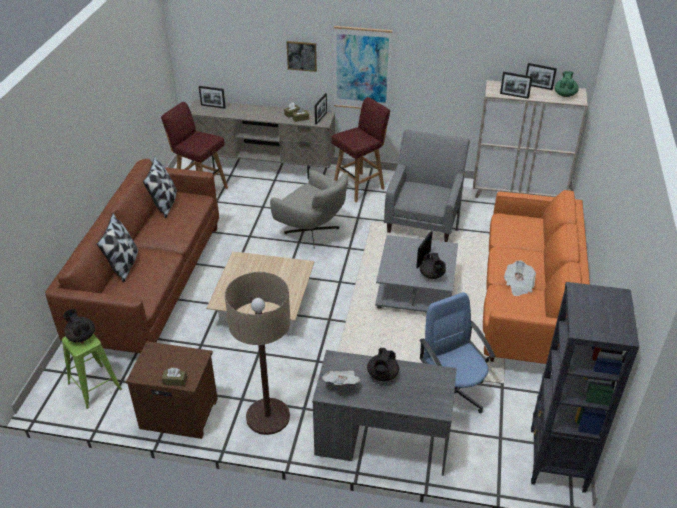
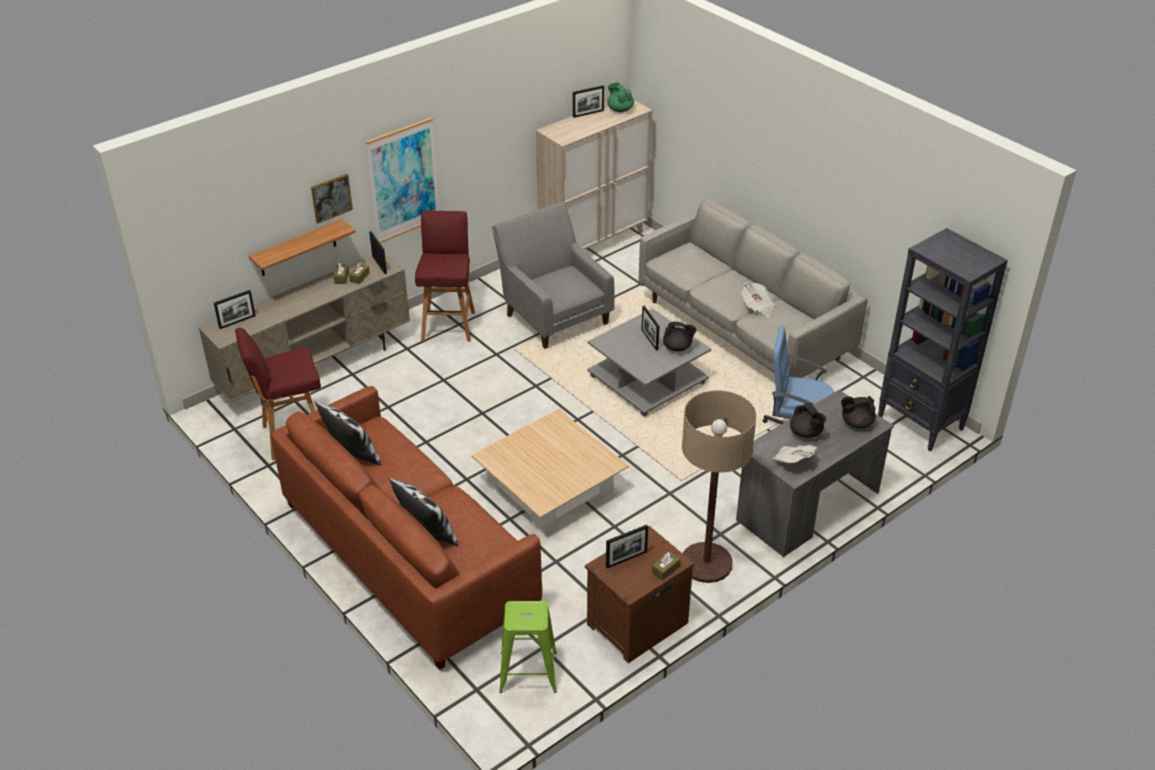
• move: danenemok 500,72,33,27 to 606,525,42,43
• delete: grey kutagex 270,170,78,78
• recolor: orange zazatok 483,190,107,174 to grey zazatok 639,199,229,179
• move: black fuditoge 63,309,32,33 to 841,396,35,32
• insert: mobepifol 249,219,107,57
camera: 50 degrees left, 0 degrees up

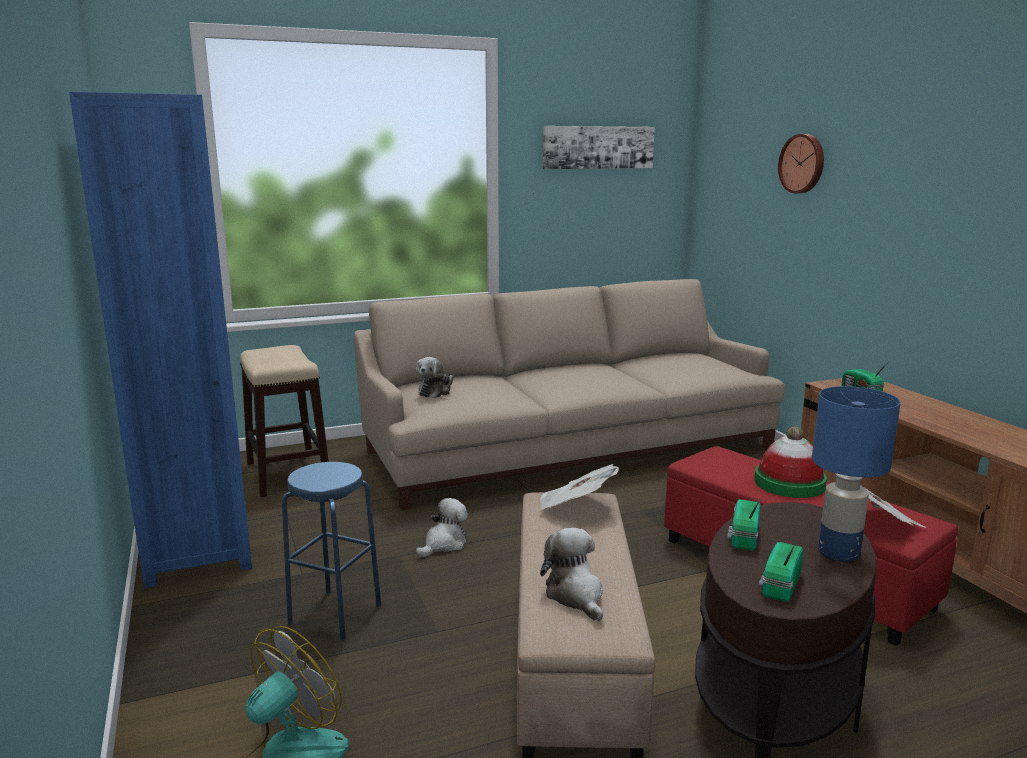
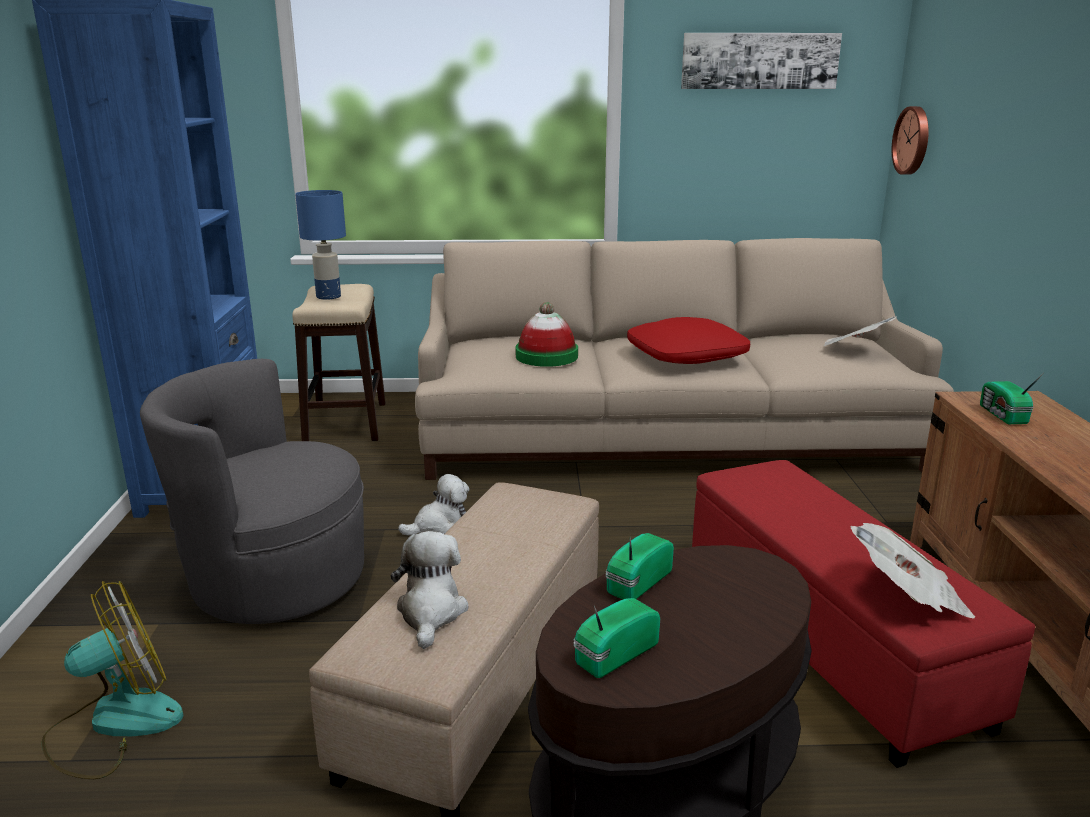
• move: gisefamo 778,134,46,60 to 892,106,37,69
• delete: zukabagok 416,357,38,41
• move: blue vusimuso 812,386,89,176 to 295,190,51,110
• move: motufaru 754,426,73,72 to 516,302,62,65
• replace: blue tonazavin 282,462,99,179 to grey kutagex 140,359,224,265
• move: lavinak 540,464,79,46 to 824,316,72,30
• insert: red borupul 627,317,123,47
camera: 20 degrees right, 5 degrees up

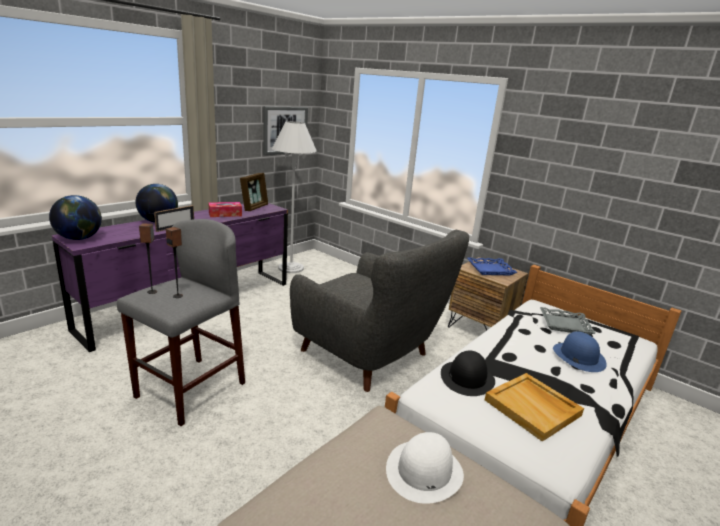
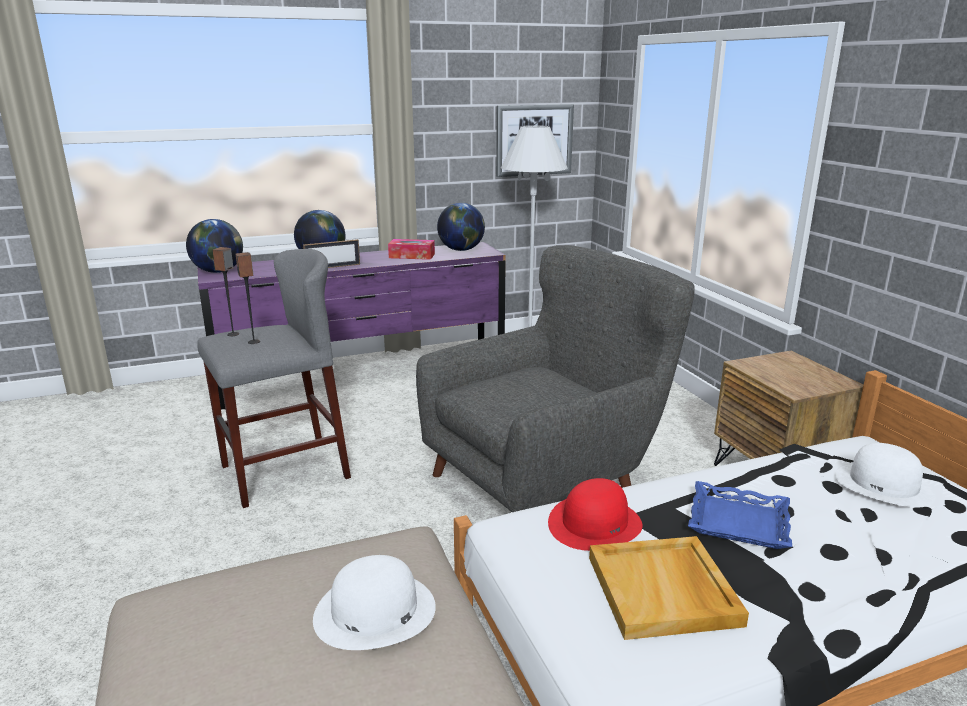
• replace: danenemok 240,173,28,38 to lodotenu 437,203,48,48
• rotate: grey kutagex 290,230,179,162 = 416,245,279,267 105 degrees counterclockwise
• move: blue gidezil 467,258,51,17 to 688,481,104,68
• replace: grey gidezil 540,307,56,28 to white motufaru 835,443,100,64
• delete: blue motufaru 553,331,54,41
• recolor: black motufaru 441,351,54,45 to red motufaru 548,478,95,73
camera: 30 degrees right, 0 degrees up

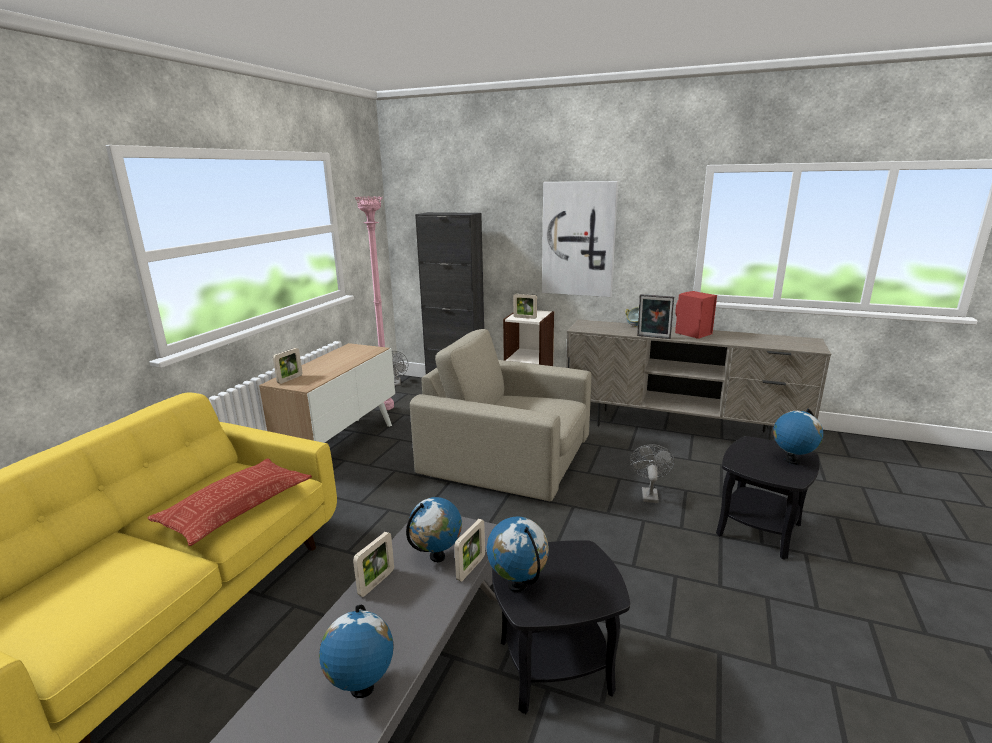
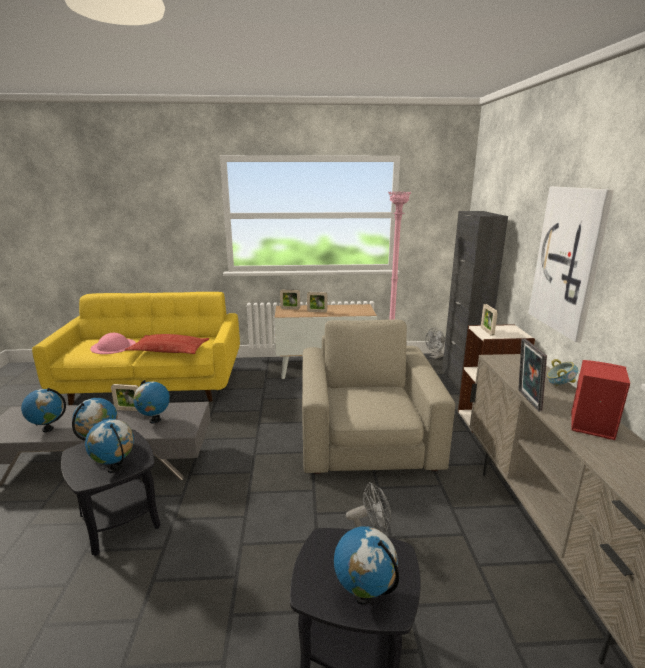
• move: danenemok 454,519,31,63 to 307,292,20,20
• insert: pink motufaru 90,333,46,21
• insert: lodotenu 85,419,49,54
camera: 65 degrees right, 0 degrees up

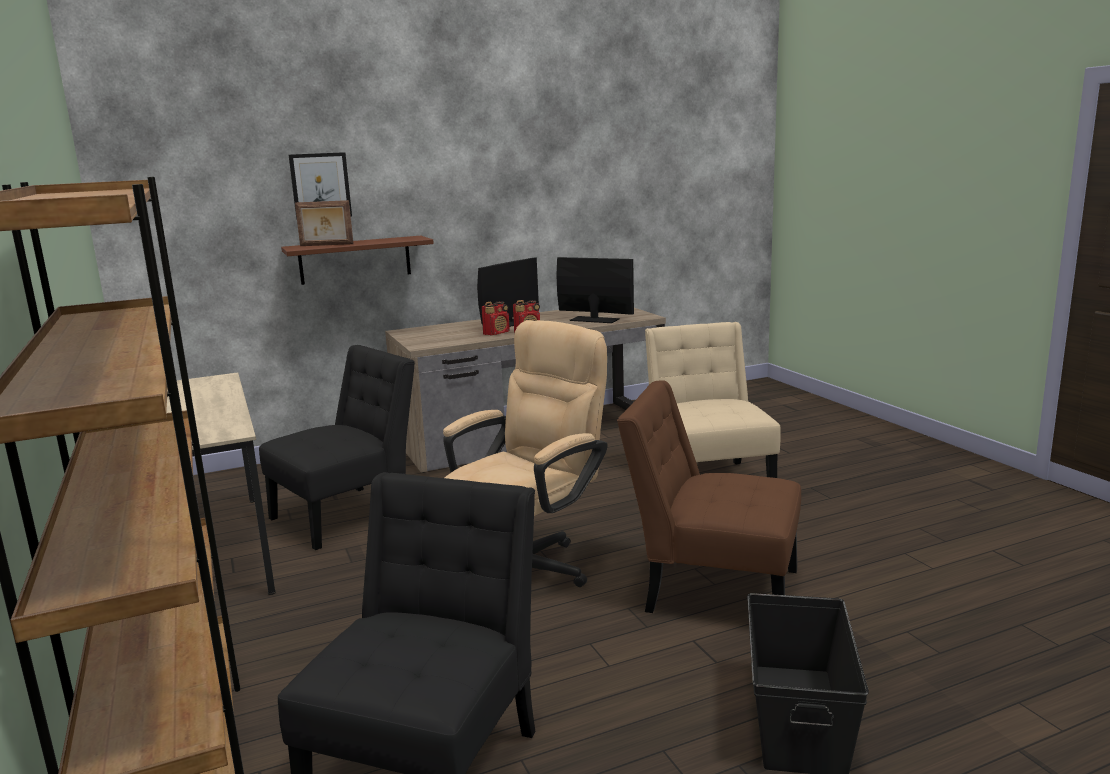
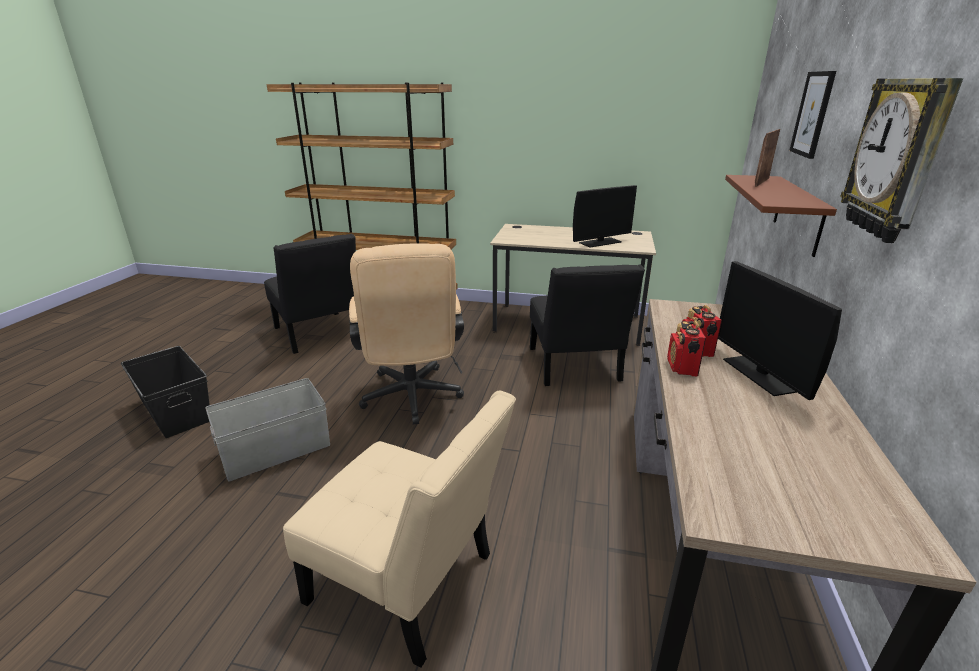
• move: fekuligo 556,257,78,66 to 573,185,64,63
• replace: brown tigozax 617,380,184,233 to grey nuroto 205,378,125,104
• insert: gisefamo 840,78,123,165
camera: 125 degrees right, 10 degrees up

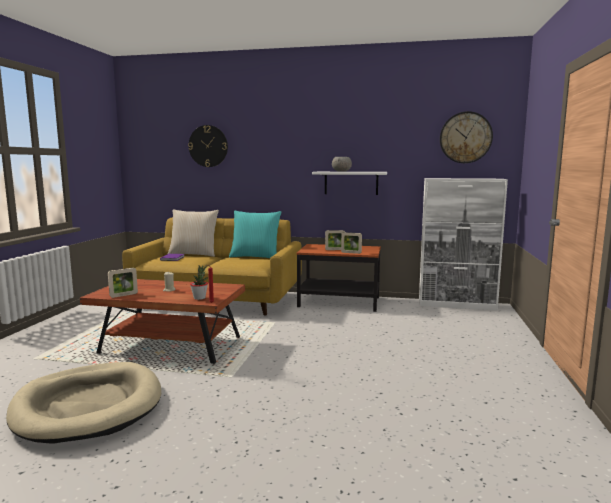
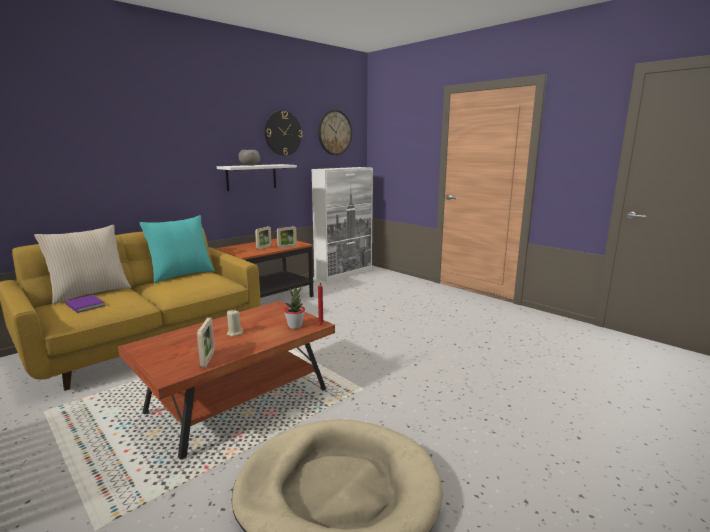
• move: gisefamo 188,125,40,42 to 265,111,37,45
camera: 55 degrees left, 5 degrees up

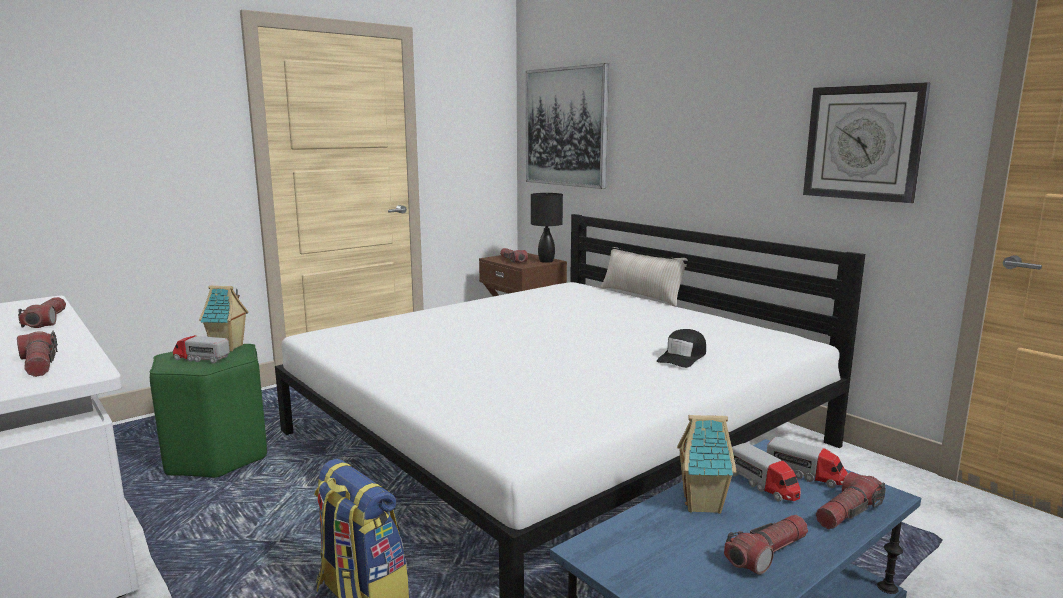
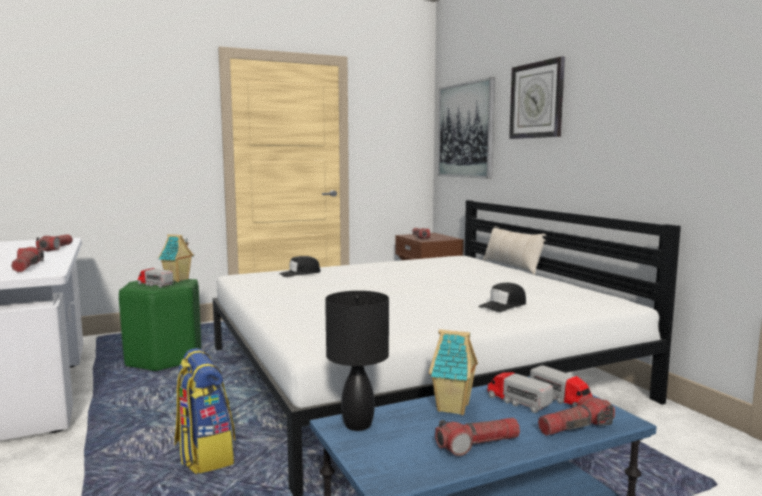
• move: gisefamo 803,82,127,121 to 509,57,56,82
• move: black vusimuso 531,193,32,70 to 325,291,64,140
• rotate: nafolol 732,443,69,59 = 487,372,66,41 150 degrees clockwise
• insert: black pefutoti 279,256,42,21
camera: 15 degrees right, 5 degrees down

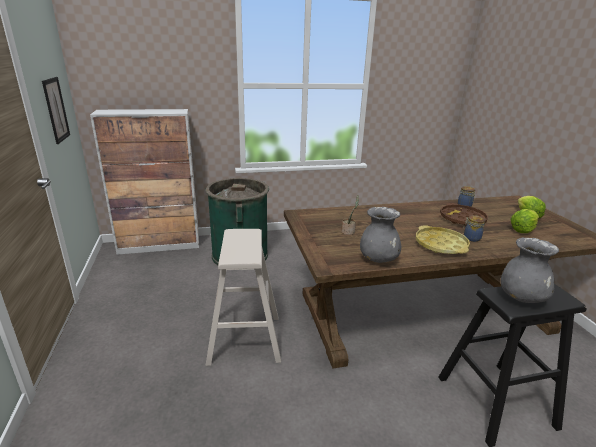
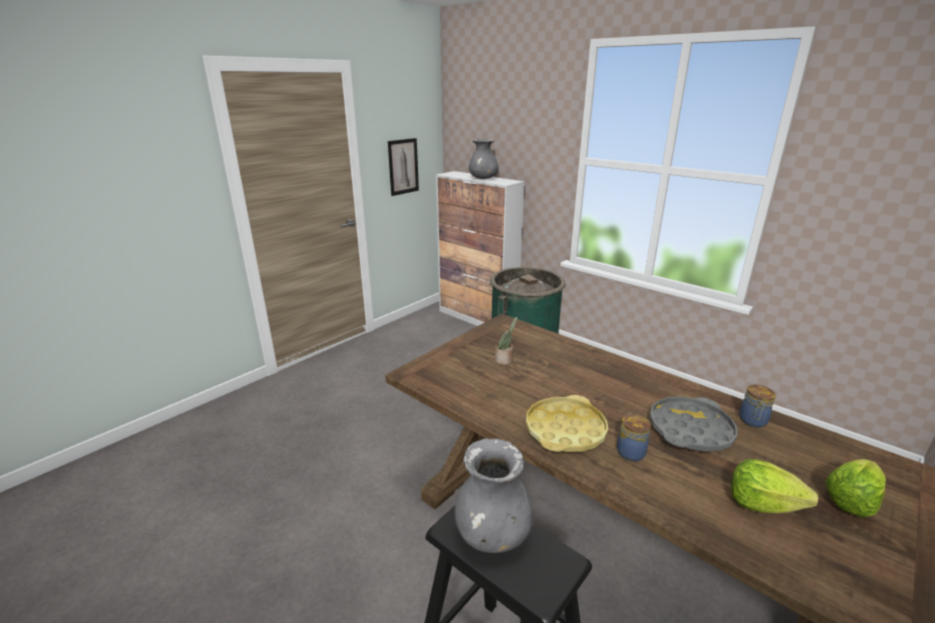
• recolor: brown gidezil 440,203,48,23 to grey gidezil 650,396,88,56
• move: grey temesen 360,207,41,56 to 469,139,29,40
• delete: beige tonazavin 205,229,76,137
camera: 55 degrees right, 0 degrees up

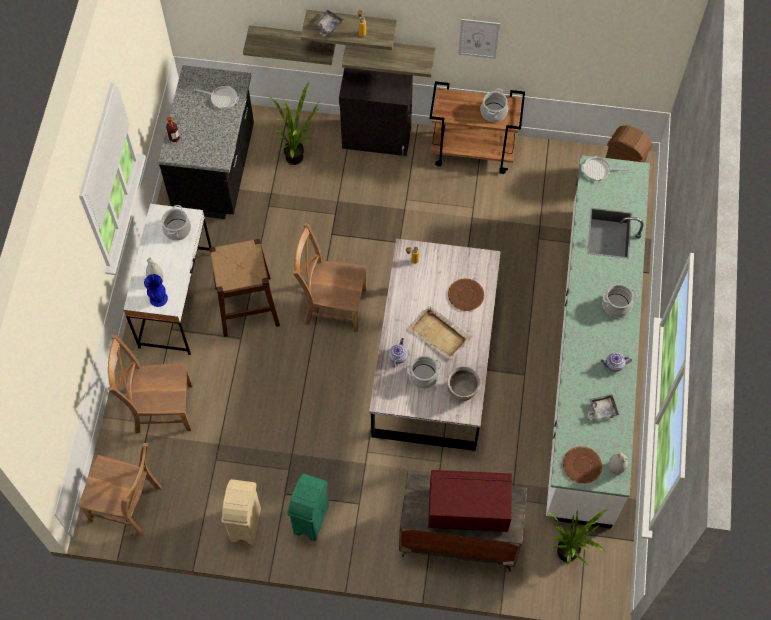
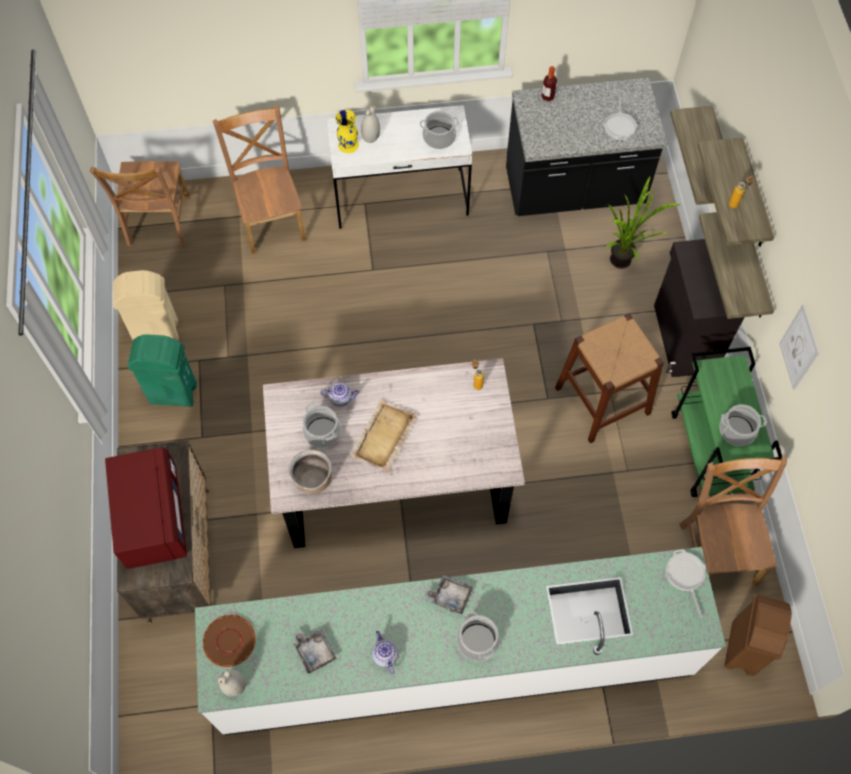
• move: grey gidezil 314,9,30,28 to 424,575,49,39
• recolor: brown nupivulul 430,81,95,93 to green nupivulul 672,347,110,150
• move: brown tigozax 293,223,73,109 to 679,456,108,130
• move: brown tonazavin 210,239,70,98 to 555,313,109,130
• recolor: blue temesen 144,274,24,33 to yellow temesen 335,110,24,43
• delete: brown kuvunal 448,278,36,33
• delete: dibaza 548,509,59,56
camera: 75 degrees right, 0 degrees up

